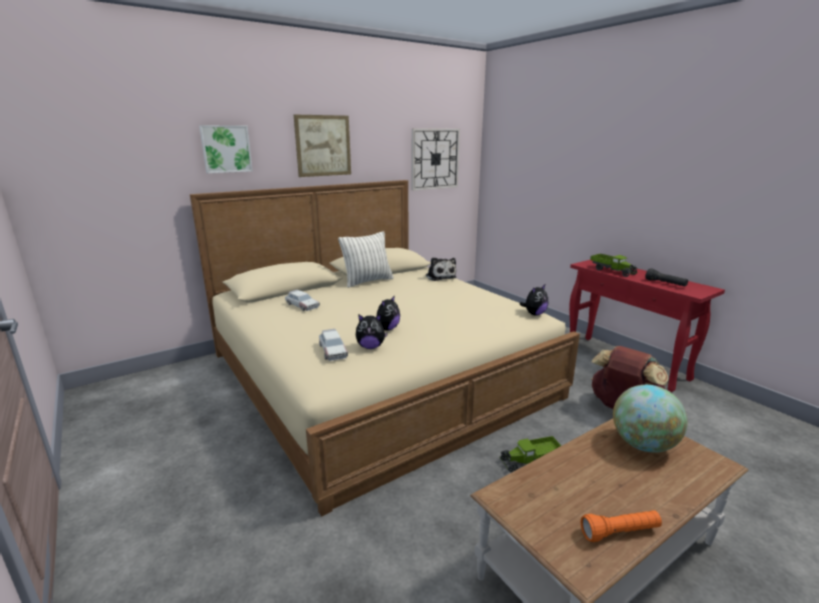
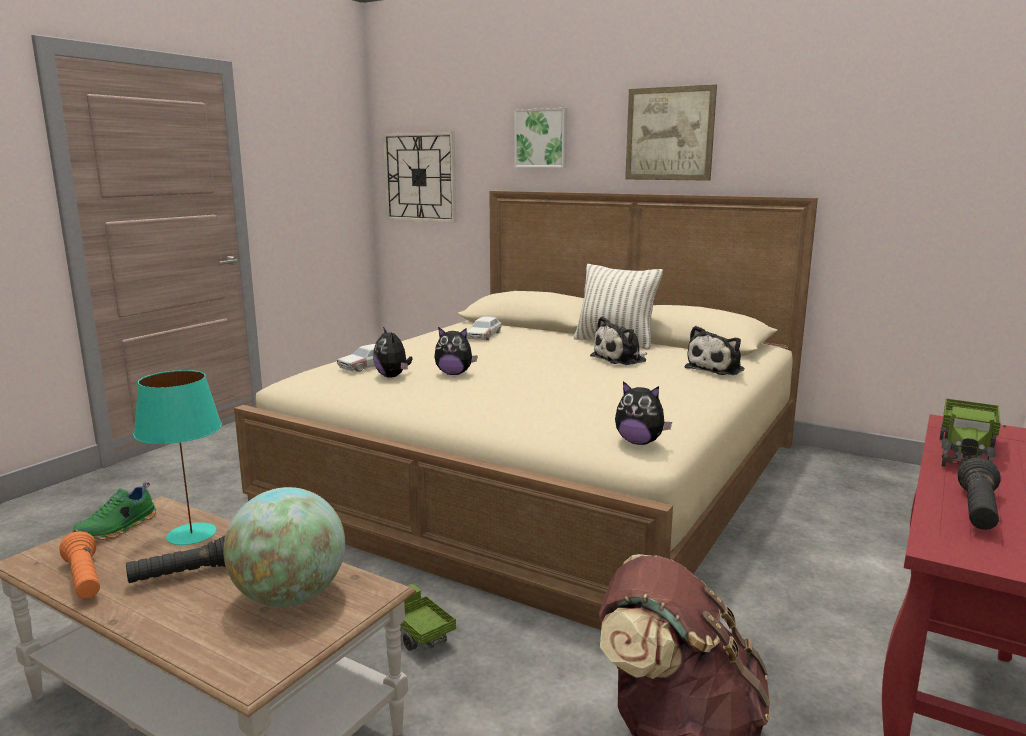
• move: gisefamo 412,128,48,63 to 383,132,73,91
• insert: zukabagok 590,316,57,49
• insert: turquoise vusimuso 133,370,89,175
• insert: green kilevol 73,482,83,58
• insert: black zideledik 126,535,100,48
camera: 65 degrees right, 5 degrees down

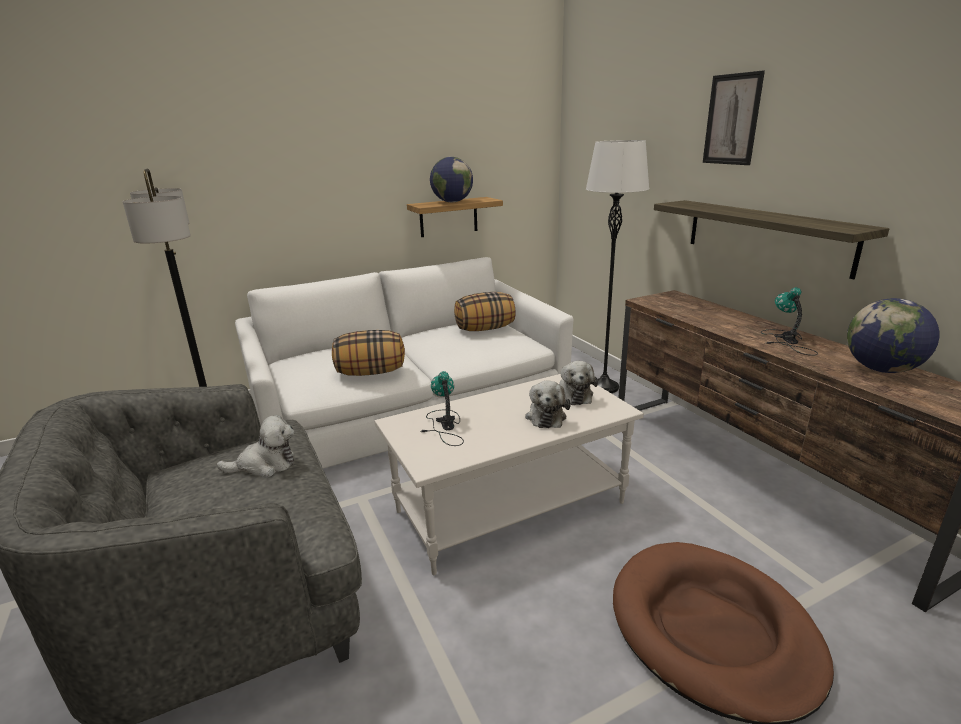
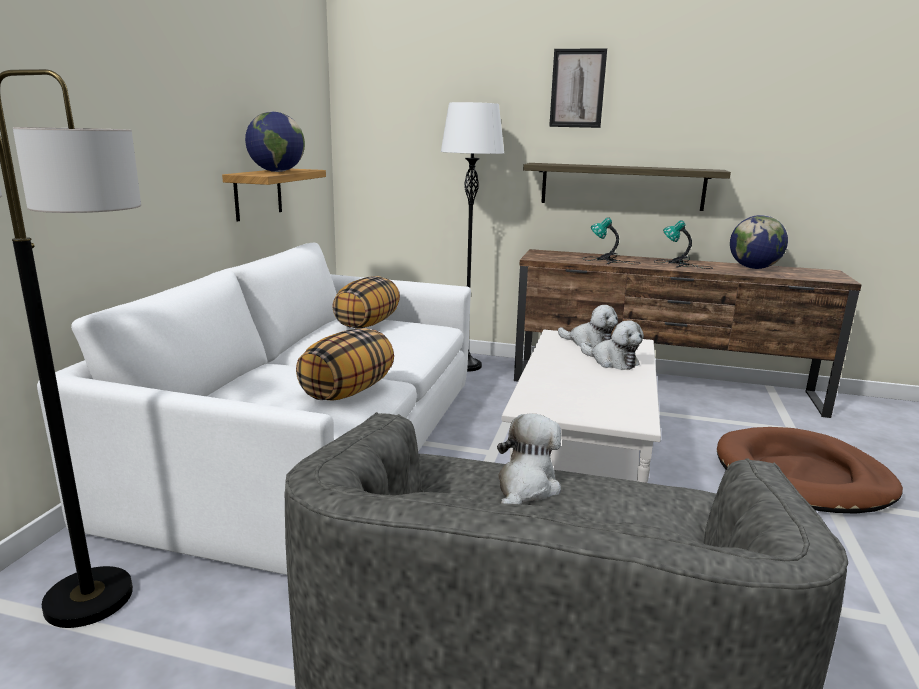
• move: vusimuso 420,371,44,75 to 583,217,57,48
camera: 50 degrees left, 5 degrees down

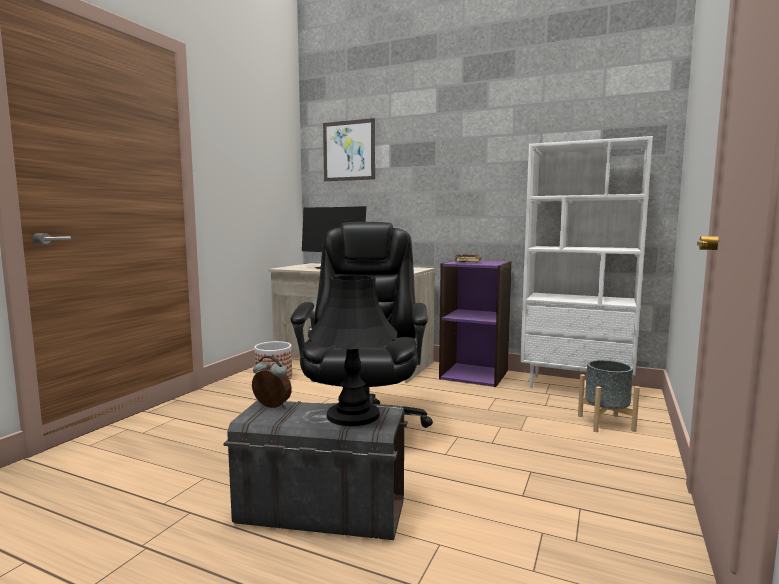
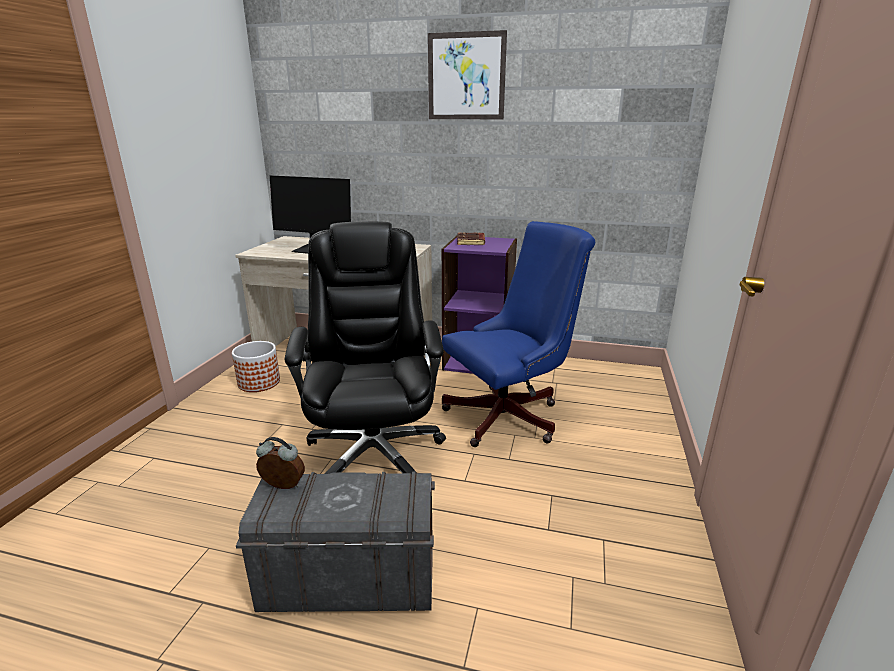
• move: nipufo 323,118,52,63 to 428,30,79,89
• delete: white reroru 520,136,133,252
• delete: black vusimuso 309,275,88,151
• delete: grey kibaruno 578,360,62,72
• insert: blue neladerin 442,221,154,226
camera: 10 degrees left, 15 degrees up

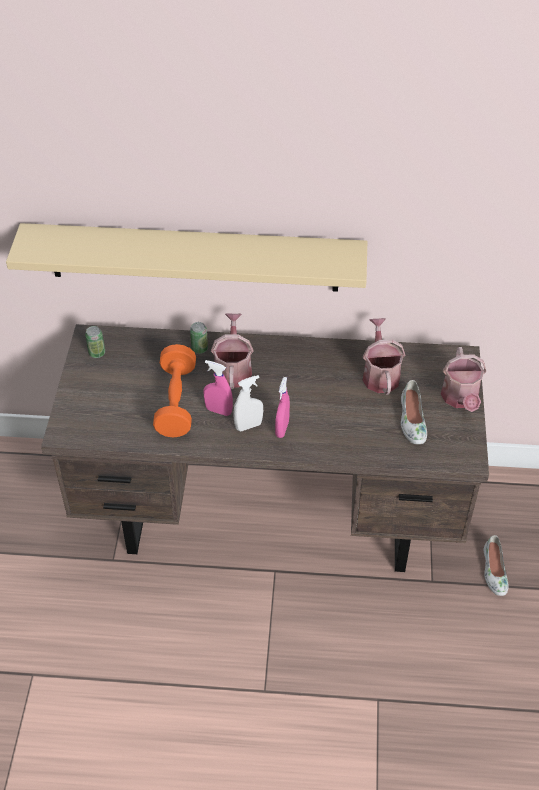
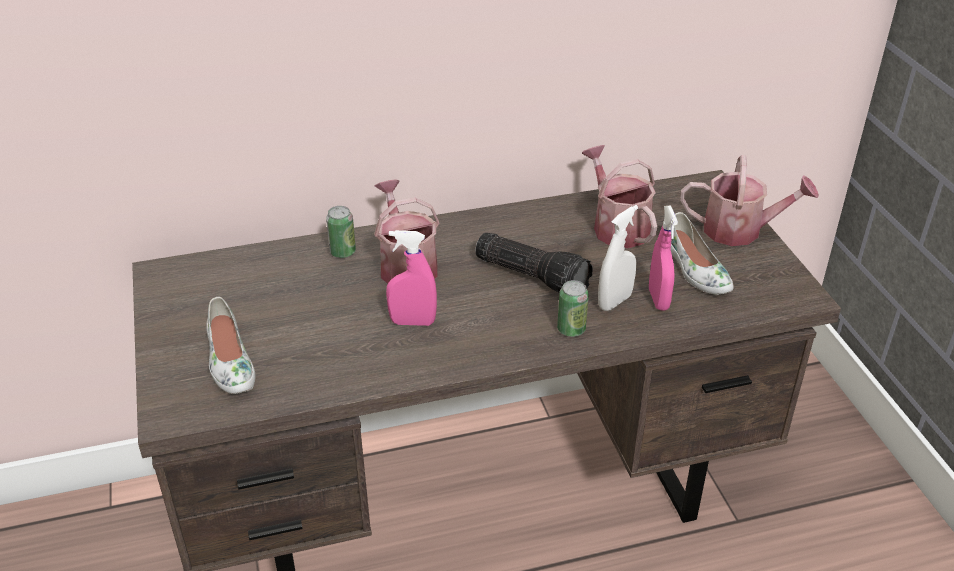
• delete: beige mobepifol 6,223,361,69
• move: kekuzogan 85,326,20,32 to 557,280,32,57
• delete: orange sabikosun 153,344,43,93
• rotate: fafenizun 441,347,45,65 = 681,155,138,91 60 degrees counterclockwise
• move: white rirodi 233,375,30,56 to 598,205,40,106
• move: pink rirodi 275,377,15,61 to 649,205,29,106
• move: white kilevol 484,535,25,61 to 206,297,50,97
• insert: zideledik 475,233,118,59
camera: 20 degrees left, 10 degrees down

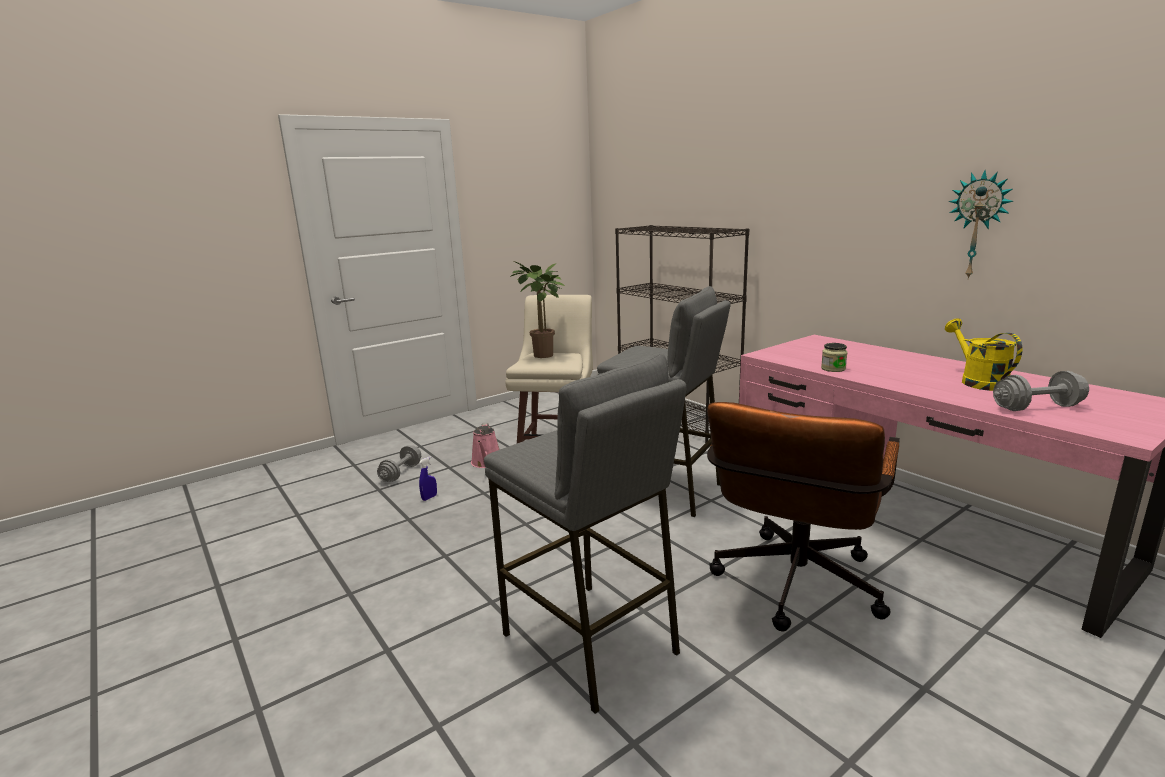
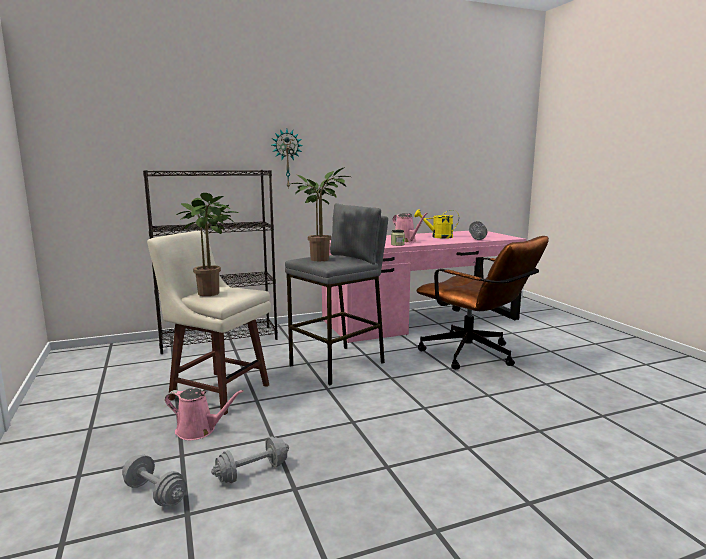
• move: gisefamo 949,170,64,109 to 272,129,31,60
• delete: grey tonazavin 484,354,203,360
• replace: blue rirodi 419,456,18,45 to grey sabikosun 211,436,78,47
• insert: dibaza 291,167,59,94
• insert: pink fafenizun 393,213,35,30
camera: 75 degrees left, 5 degrees down

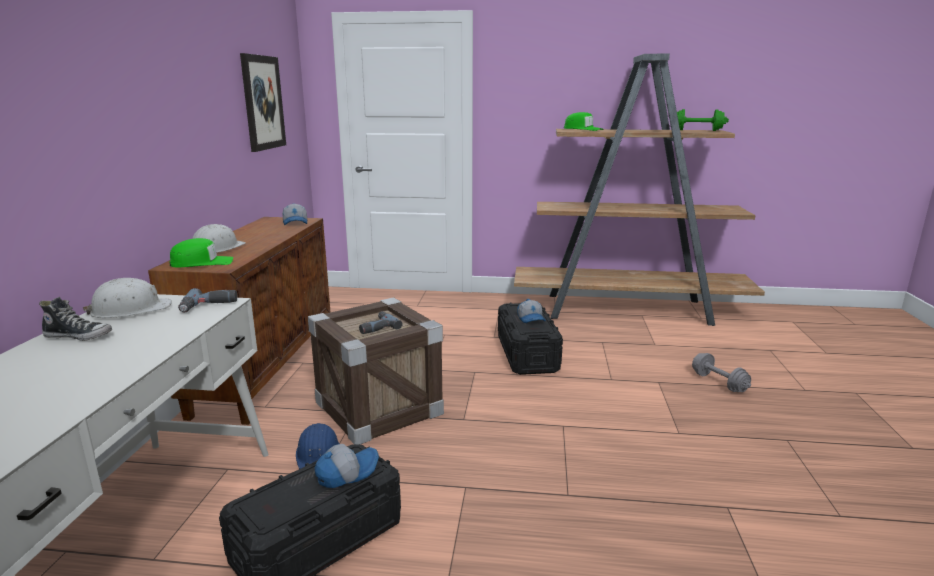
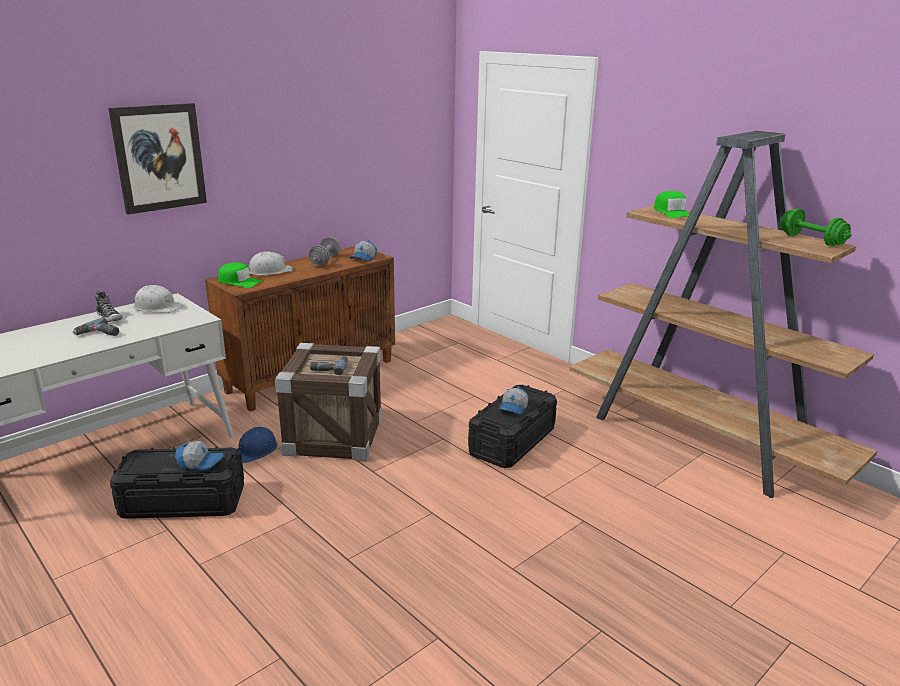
• move: nipufo 240,53,46,99 to 108,103,99,112
• move: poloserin 178,288,59,24 to 73,317,46,19
• move: grey sabikosun 692,353,59,39 to 309,237,31,29
camera: 40 degrees right, 5 degrees up

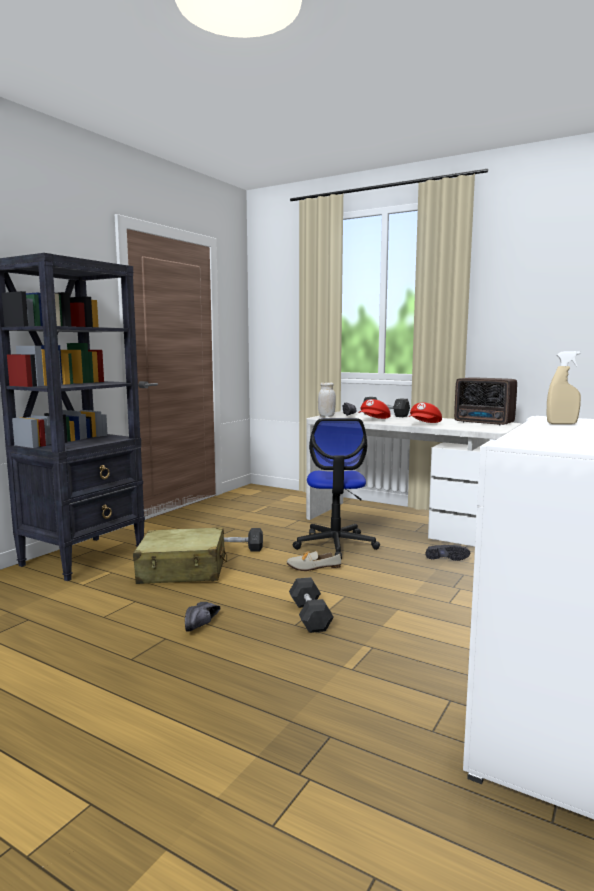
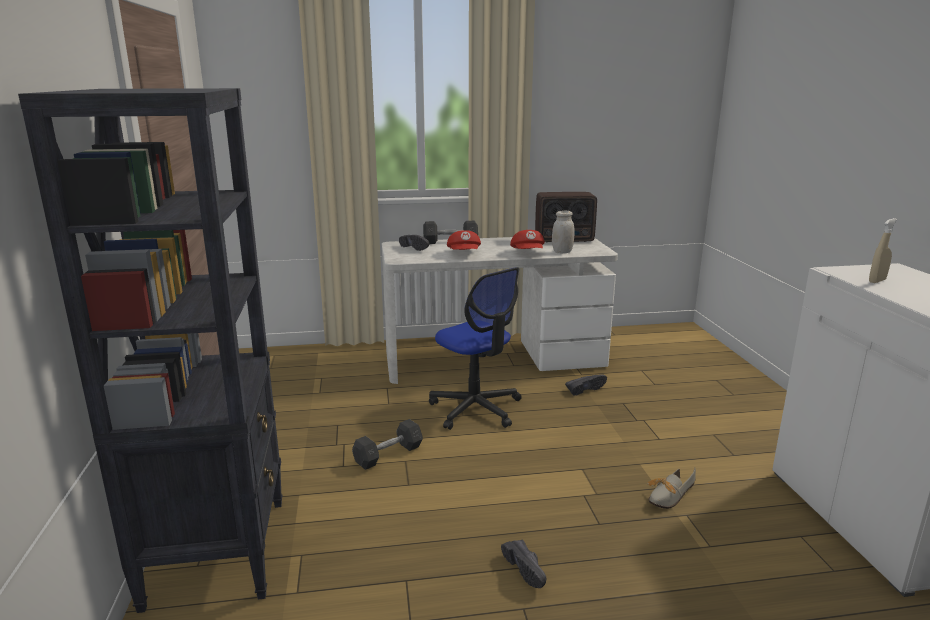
• move: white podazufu 318,382,18,35 to 552,211,23,42
• delete: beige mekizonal 133,527,94,57
• move: kilevol 286,551,55,20 to 647,468,49,41
• delete: grey sabikosun 289,577,45,56
camera: 40 degrees left, 10 degrees up

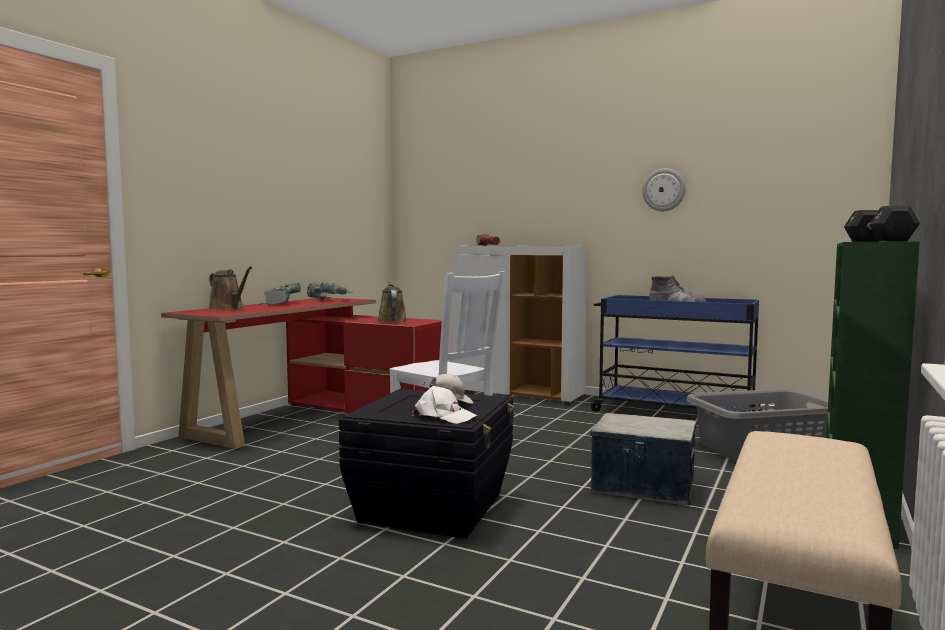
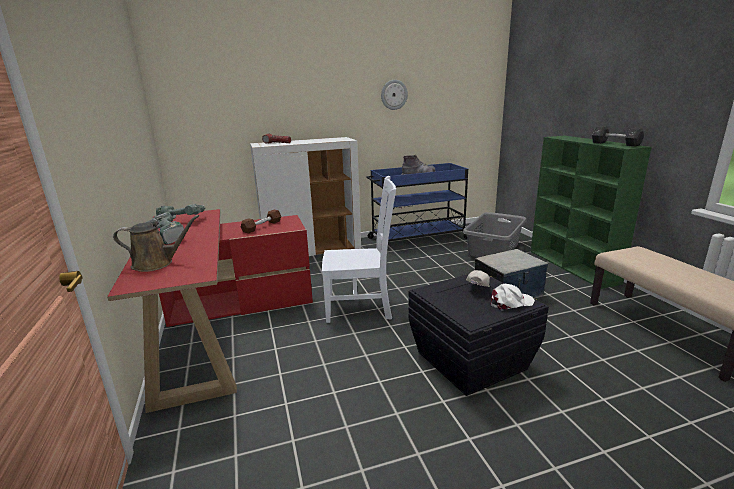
• replace: brown fafenizun 377,280,30,43 to brown sabikosun 241,210,40,23
camera: 45 degrees left, 15 degrees up

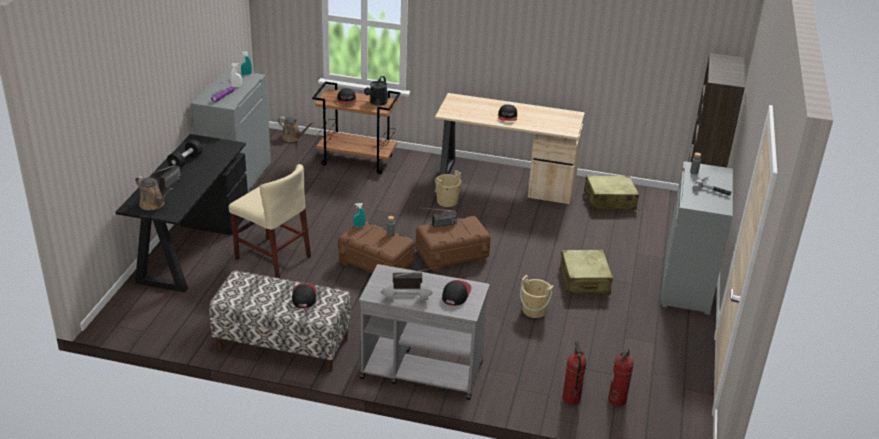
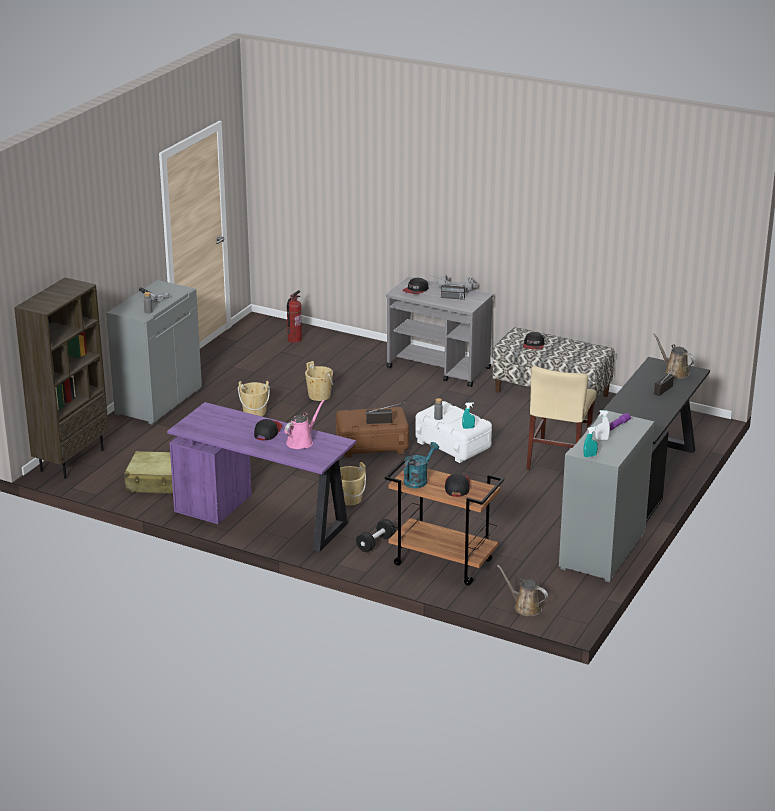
• recolor: black fafenizun 364,76,24,30 to turquoise fafenizun 404,442,35,46
• recolor: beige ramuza 435,93,150,111 to purple ramuza 167,402,189,150
• move: black sabikosun 167,140,36,28 to 356,519,39,33
• rotate: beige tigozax 229,164,82,114 = 526,366,70,104 120 degrees counterclockwise
• recolor: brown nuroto 338,221,77,52 to white nuroto 415,401,77,62
• replace: beige mekizonal 560,249,53,46 to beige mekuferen 238,381,32,35
• delete: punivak 562,341,25,64
• insert: pink fafenizun 285,400,40,49
camera: 165 degrees left, 5 degrees down

